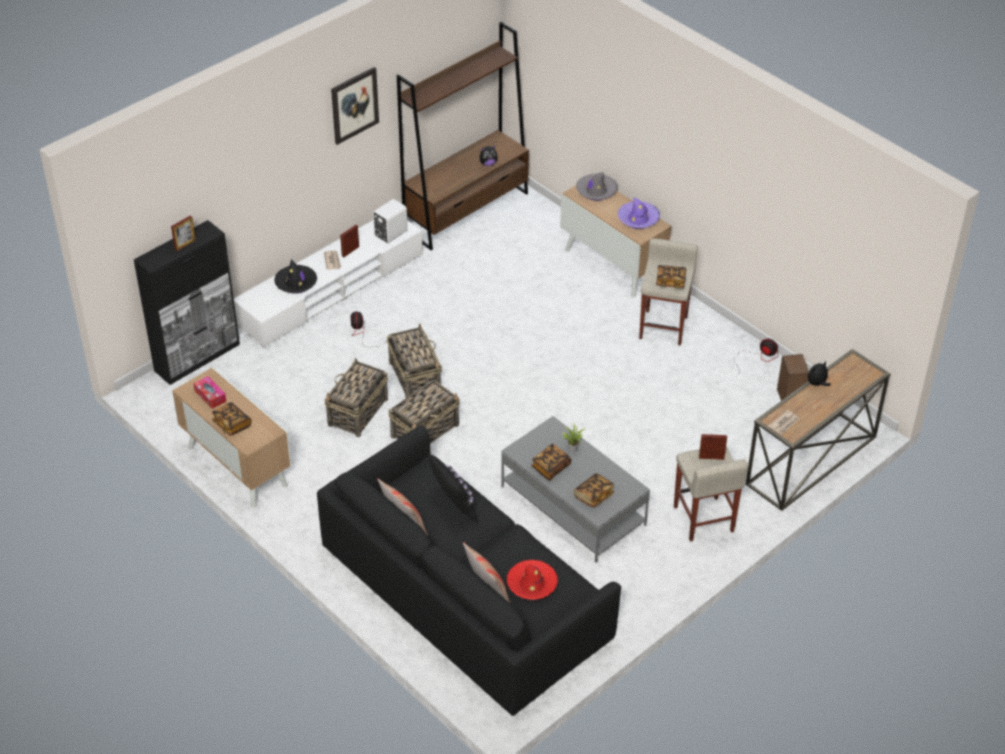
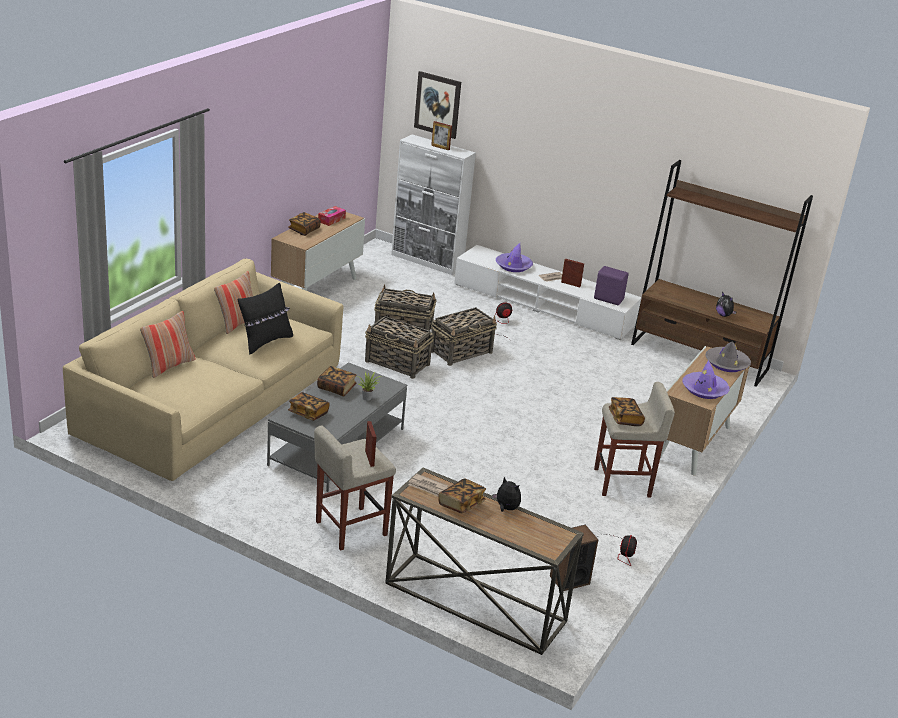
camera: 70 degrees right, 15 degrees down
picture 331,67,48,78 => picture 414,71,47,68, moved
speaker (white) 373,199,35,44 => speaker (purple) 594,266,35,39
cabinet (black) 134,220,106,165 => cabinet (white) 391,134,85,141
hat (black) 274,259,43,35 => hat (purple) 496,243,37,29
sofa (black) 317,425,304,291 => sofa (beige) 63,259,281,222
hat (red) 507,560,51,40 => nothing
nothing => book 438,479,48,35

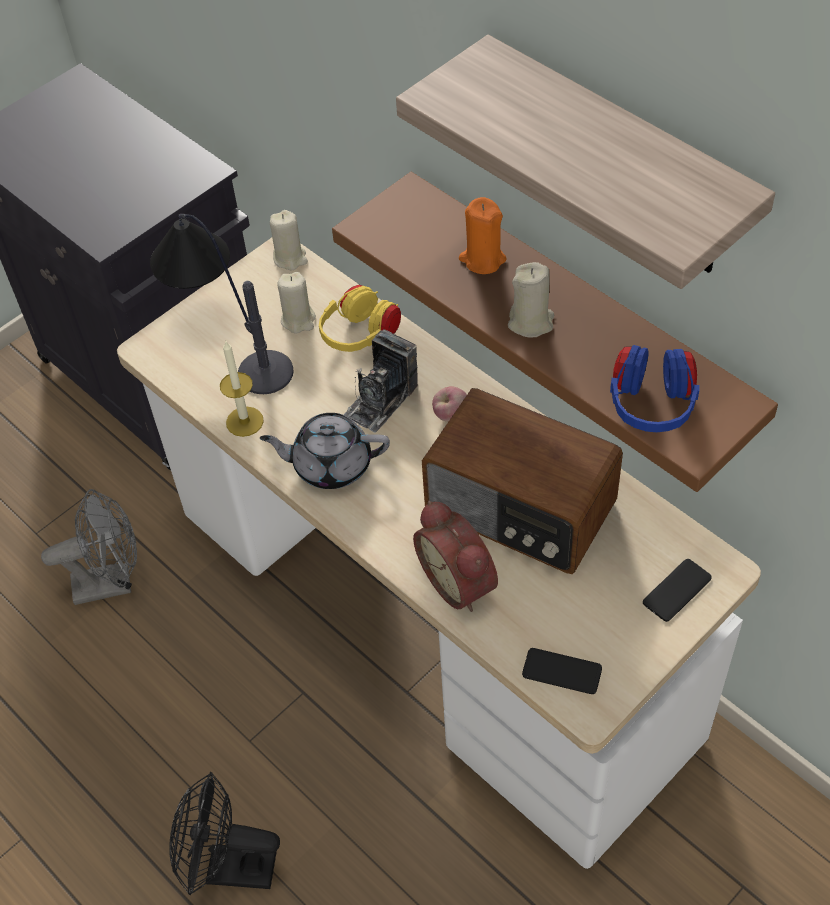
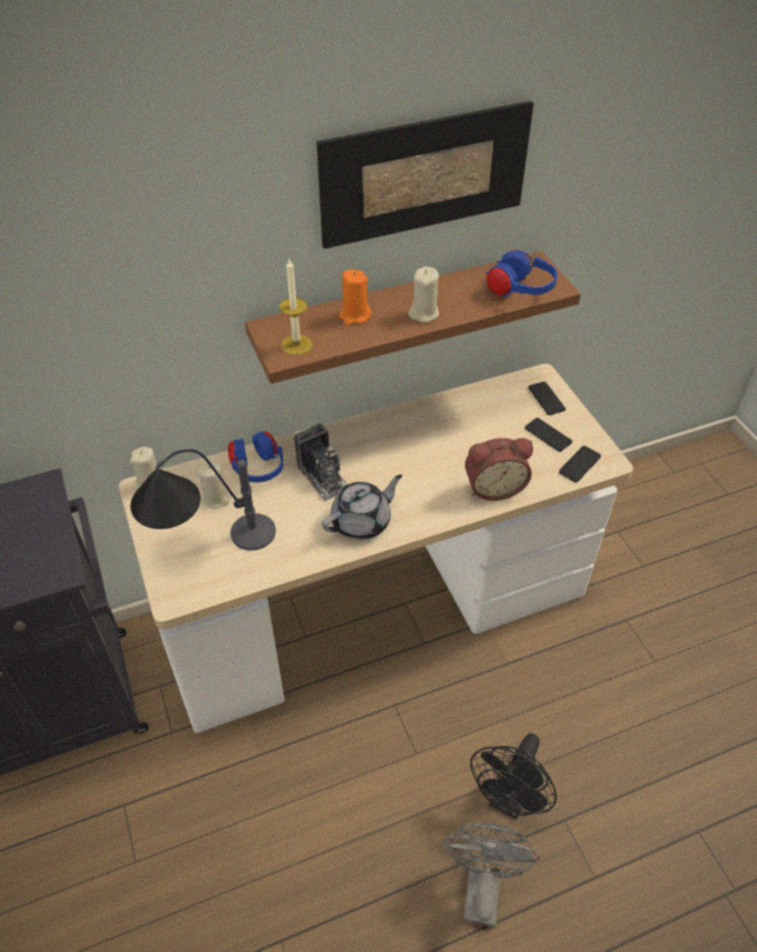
camera: 70 degrees left, 5 degrees down
shelf 396,35,379,254 => picture 317,101,217,148
headphones (yellow) 319,285,82,67 => headphones (blue) 228,431,55,51
candle 220,340,44,97 => candle 279,259,33,96, moved
apple 432,386,35,36 => nothing
radio 422,388,201,186 => nothing
teapot (grey) 260,413,130,76 => teapot (grey) 322,475,80,65, 150 degrees counterclockwise
fan (grey) 41,489,96,116 => fan (grey) 443,823,97,104, moved
nothing => phone 525,418,47,34

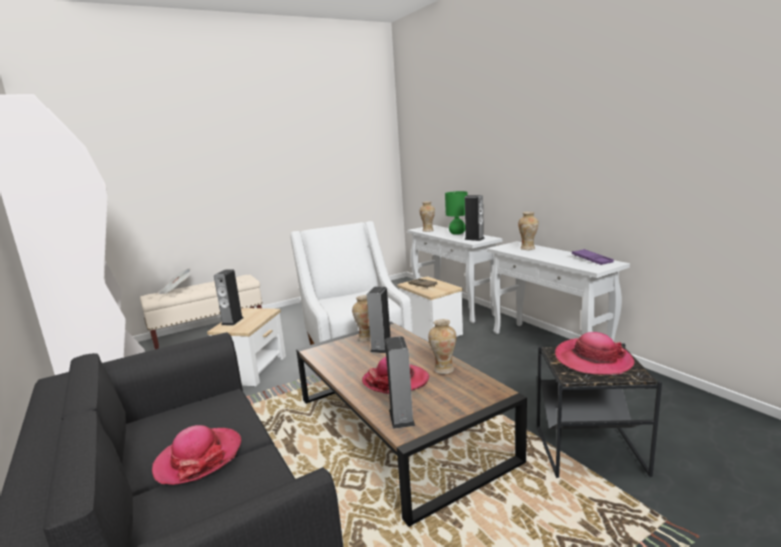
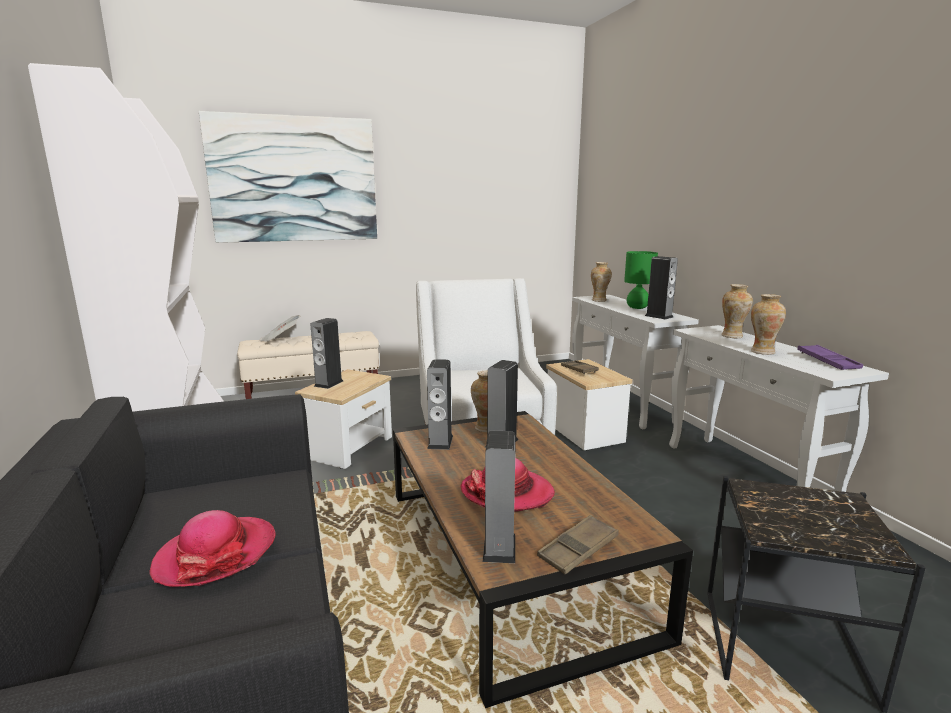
camera: 10 degrees right, 0 degrees up
vase 428,319,28,55 => vase 751,294,35,61, moved
hat 555,332,80,43 => nothing
nothing => picture 199,111,178,132
nothing => speaker 427,359,26,91
nothing => tray (brown) 537,515,82,60

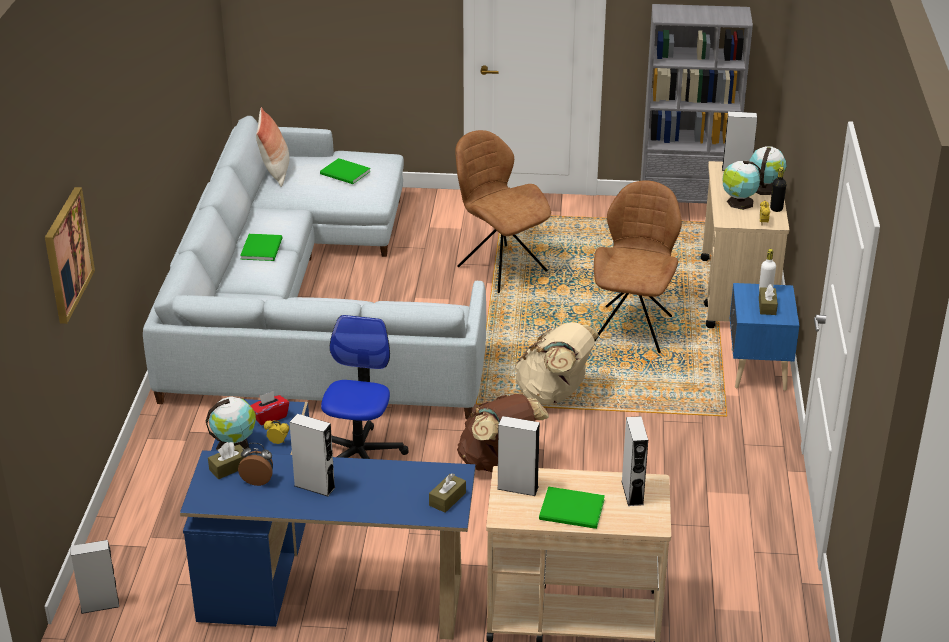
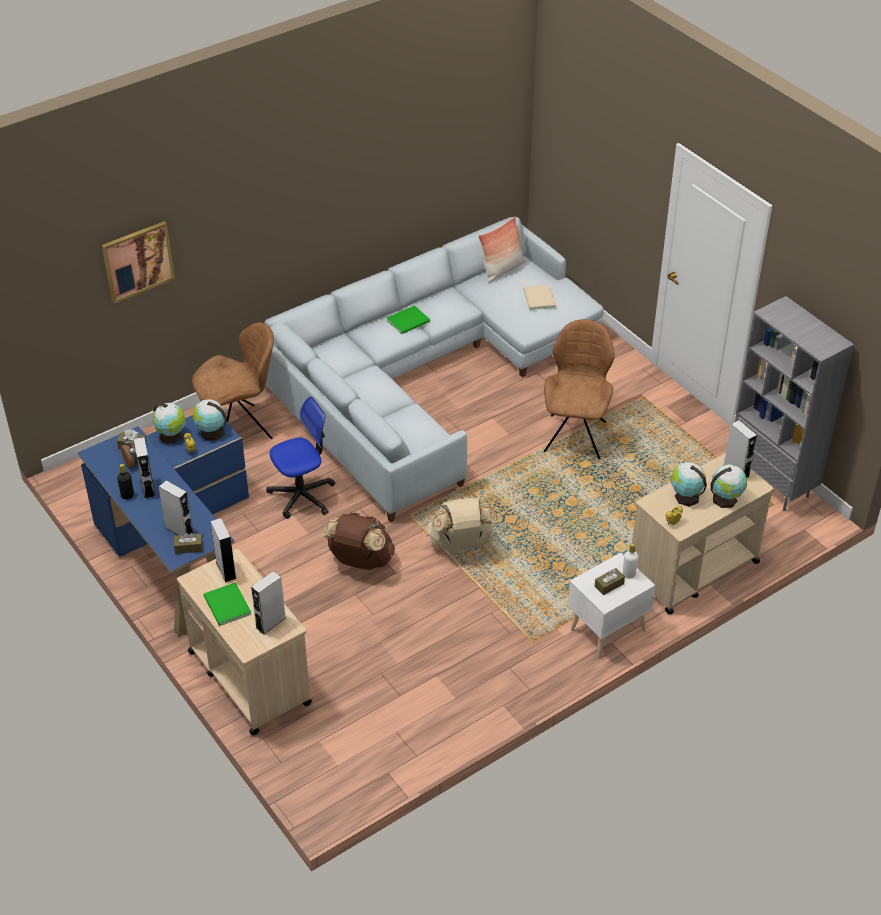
camera: 50 degrees right, 10 degrees up
book (green) 320,158,51,26 => book (beige) 523,284,33,26
bottle (black) 770,167,17,45 => bottle (black) 117,464,17,36, moved
chair (brown) 594,181,88,172 => chair (brown) 192,323,82,116, moved
nightstand (blue) 730,283,69,108 => nightstand (white) 568,553,87,105
tissue box (red) 250,391,39,35 => globe 192,399,35,42
speaker (grey) 70,540,49,74 => speaker (grey) 159,481,35,54, moved

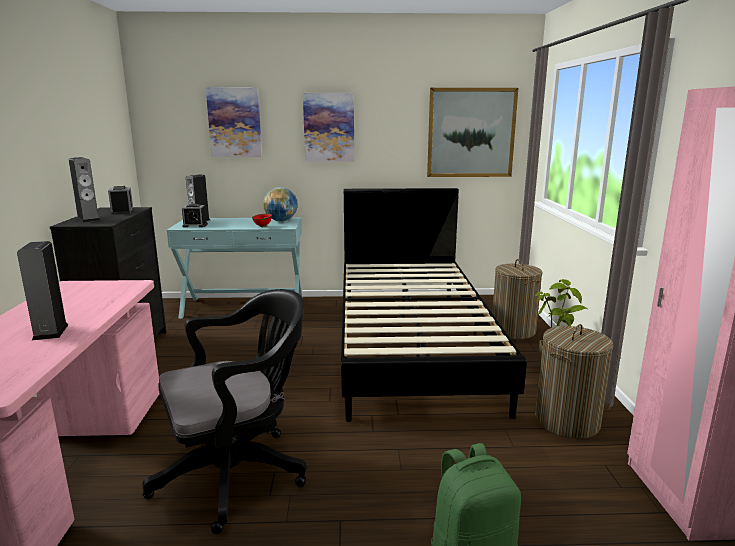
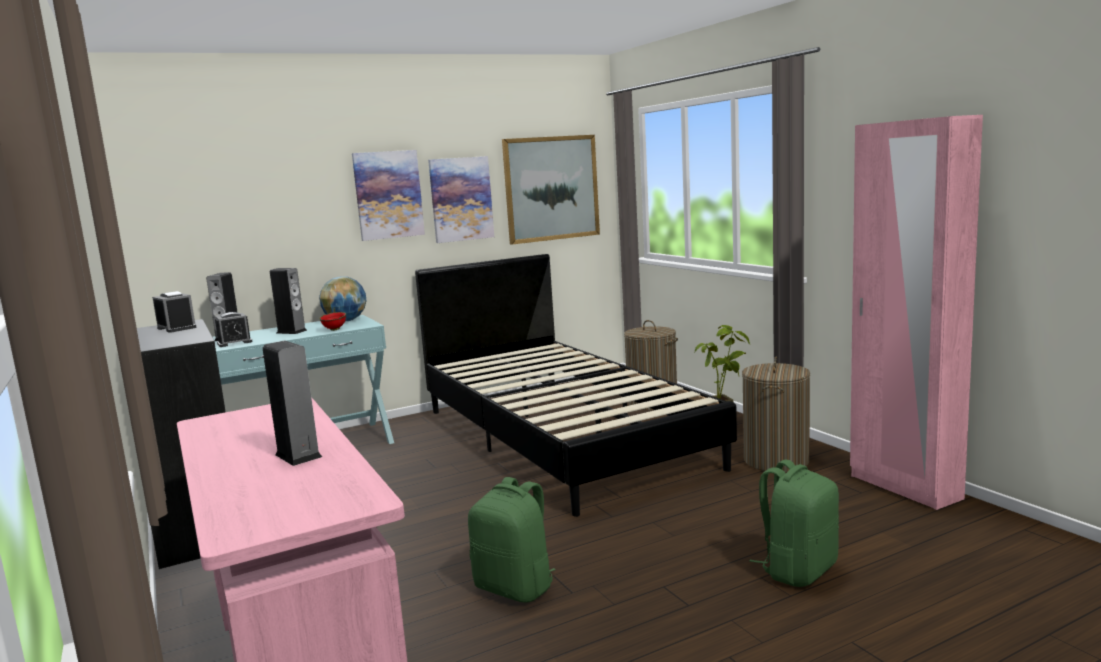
camera: 25 degrees left, 5 degrees down
picture 206,87,56,70 => picture 428,156,66,87, moved
speaker 69,157,31,66 => speaker 270,268,37,66, moved
office chair (black) 142,289,165,245 => backpack (green) 468,477,88,126

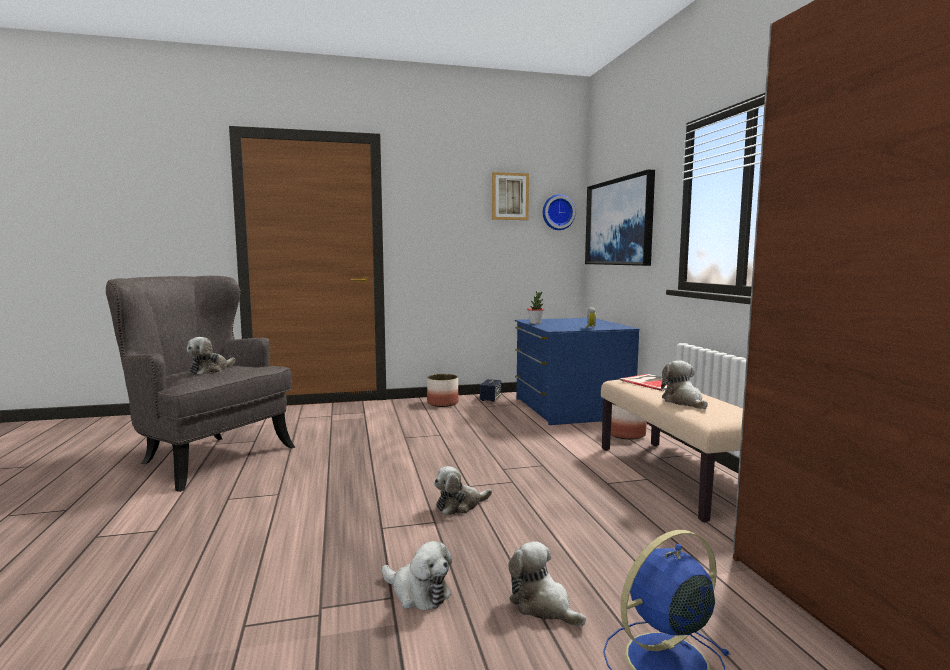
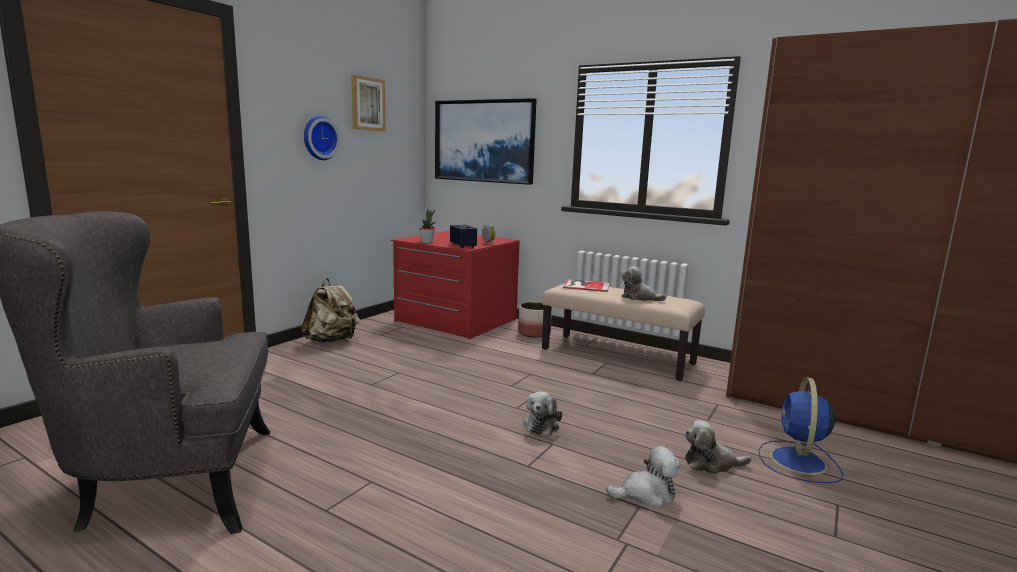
camera: 45 degrees left, 5 degrees up
wall clock 543,194,33,36 => wall clock 304,116,36,44, moved
dresser (blue) 515,318,124,107 => dresser (red) 391,231,129,108
plush toy 187,337,48,38 => nothing
planter 427,374,32,33 => backpack (beige) 301,278,59,65
speaker 480,379,21,23 => speaker 450,225,27,23, moved

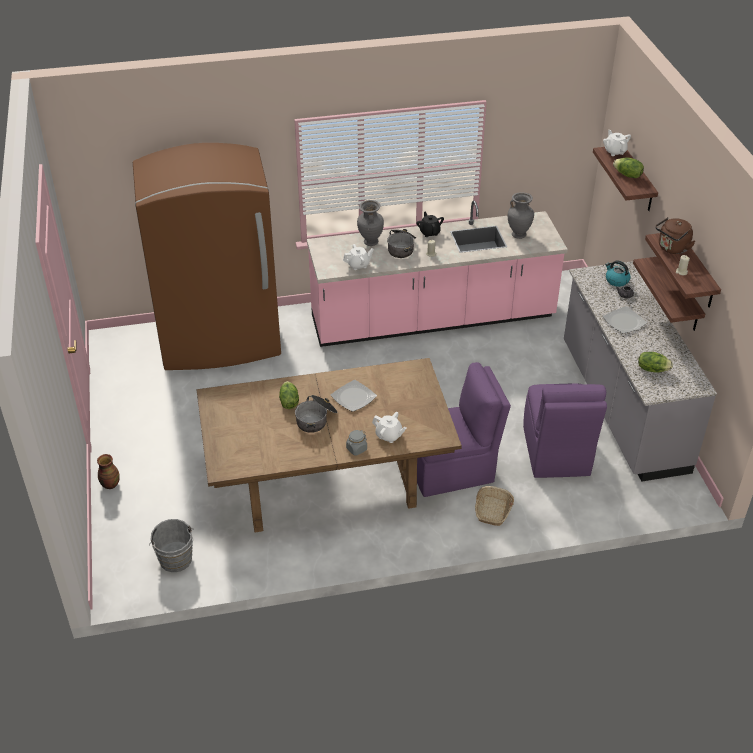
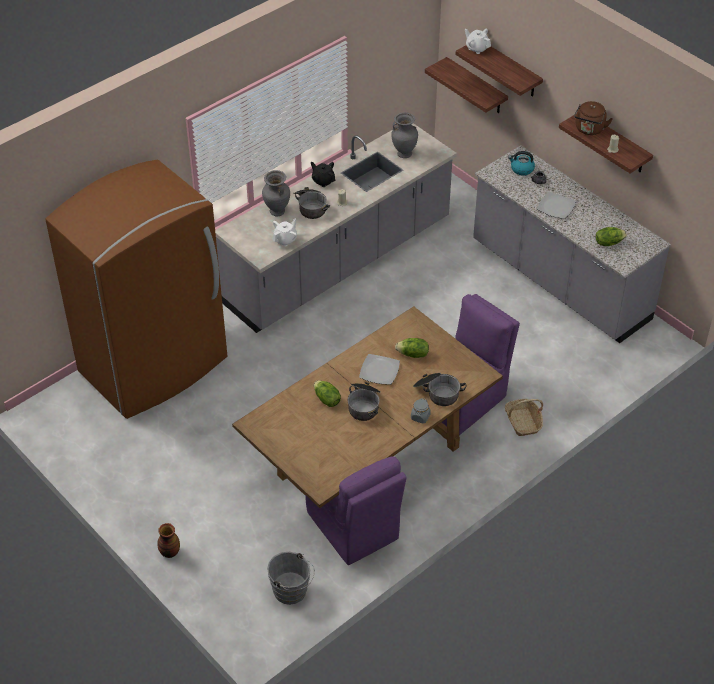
camera: 30 degrees left, 5 degrees up
lettuce 613,157,31,21 => lettuce 395,338,34,20, moved
counter (pink) 307,200,261,147 => counter (grey) 215,123,242,210
shelf 633,257,72,74 => shelf 425,57,83,56, moved
chair (purple) 523,383,84,95 => chair (purple) 305,456,102,109, moved
teapot (white) 372,412,35,31 => cooking pot 413,373,53,33

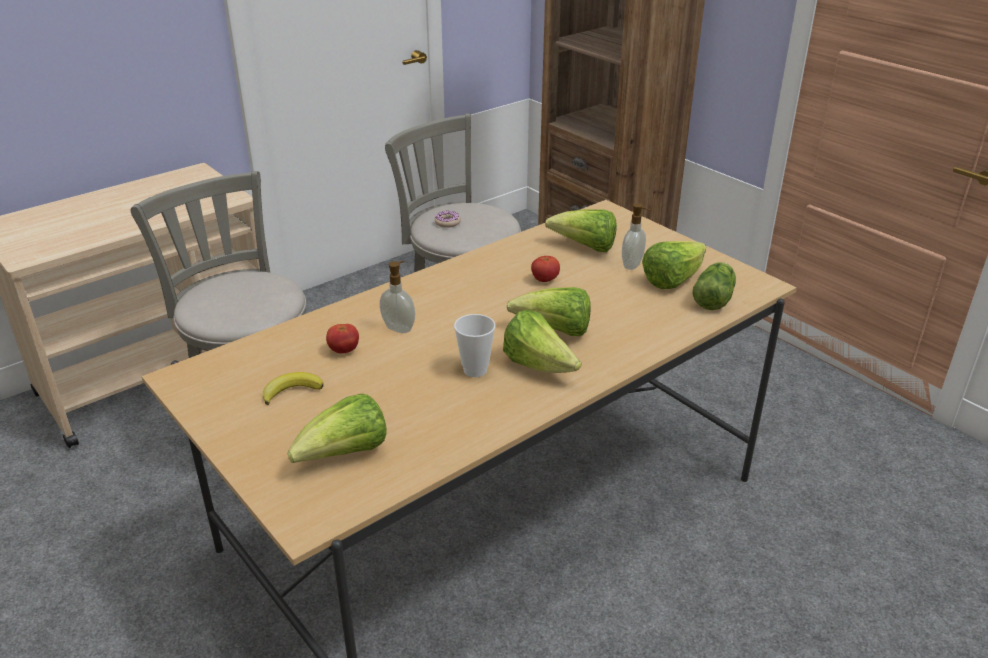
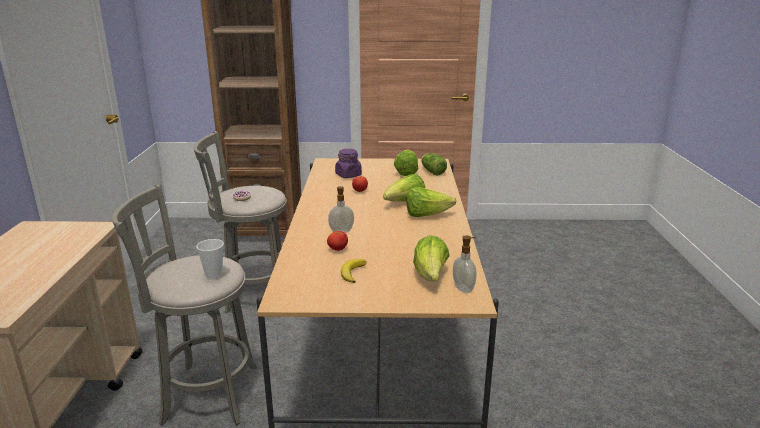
camera: 50 degrees left, 10 degrees down
soap dispenser 622,203,28,67 => soap dispenser 453,235,24,58, moved
lettuce 545,209,72,43 => jar (purple) 335,149,27,29
cup 454,314,42,63 => cup 196,239,28,41, moved

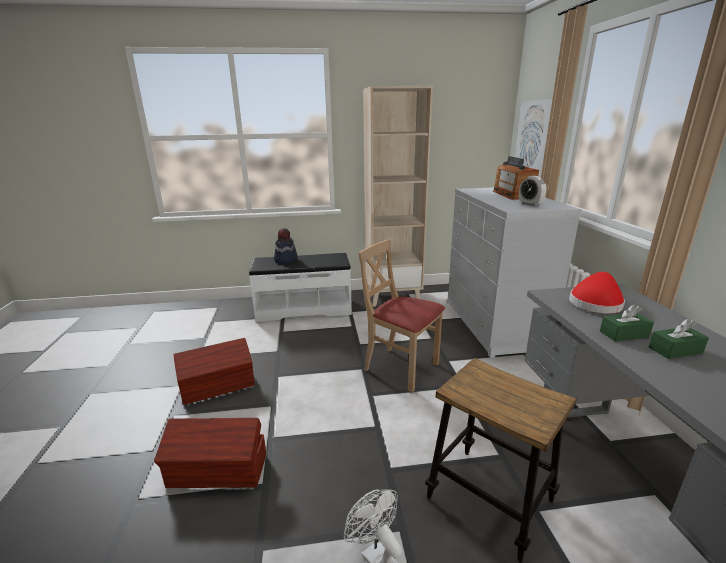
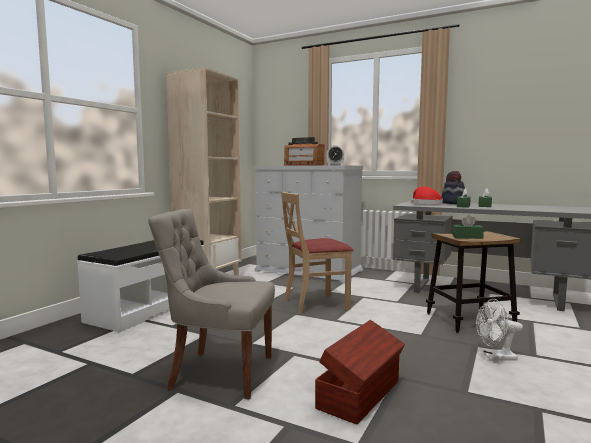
camera: 55 degrees left, 15 degrees down
picture 515,99,37,77 => nothing
hat 274,228,24,36 => hat 441,171,26,33, moved
storage box (brown) 174,338,81,67 => chair (grey) 148,209,127,190
nothing => tissue box (green) 452,215,32,24

